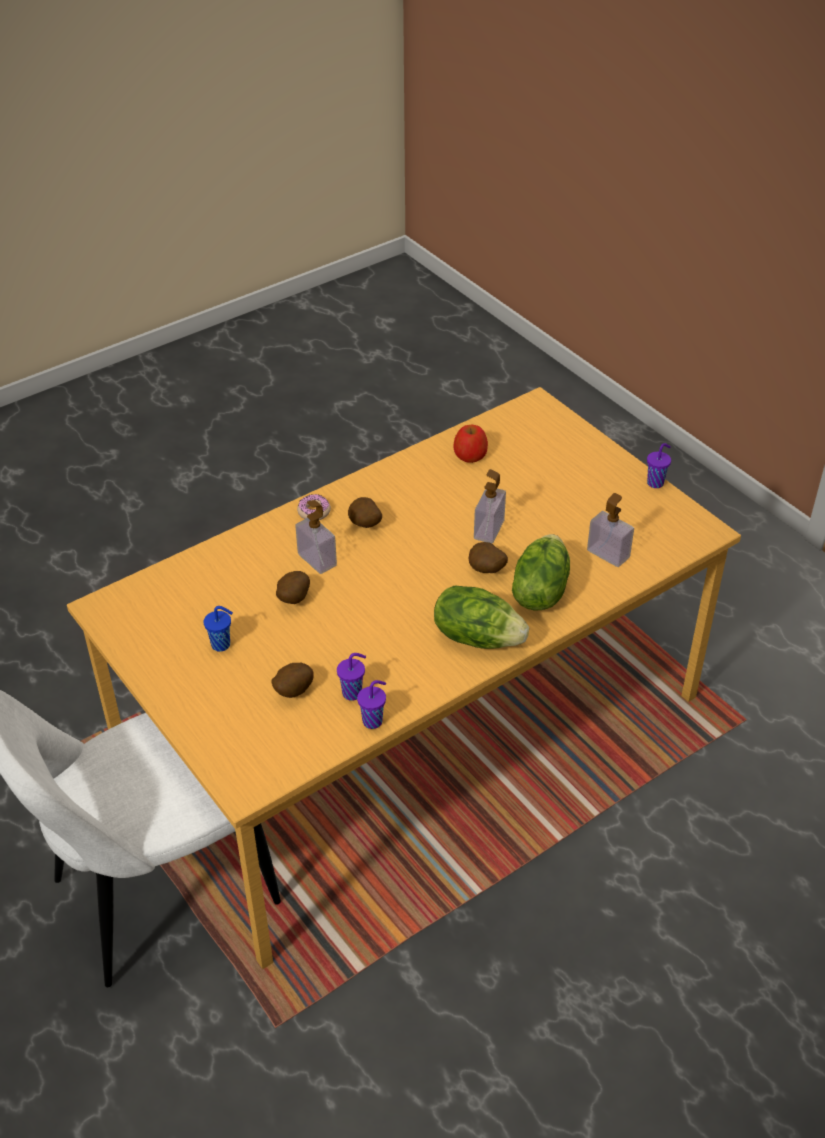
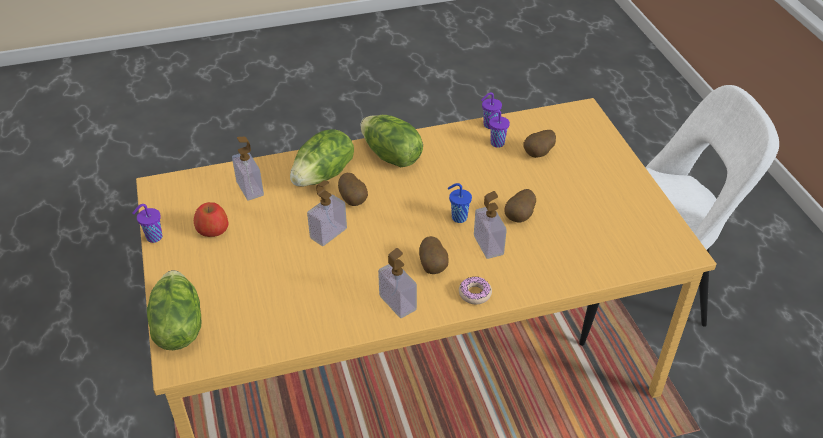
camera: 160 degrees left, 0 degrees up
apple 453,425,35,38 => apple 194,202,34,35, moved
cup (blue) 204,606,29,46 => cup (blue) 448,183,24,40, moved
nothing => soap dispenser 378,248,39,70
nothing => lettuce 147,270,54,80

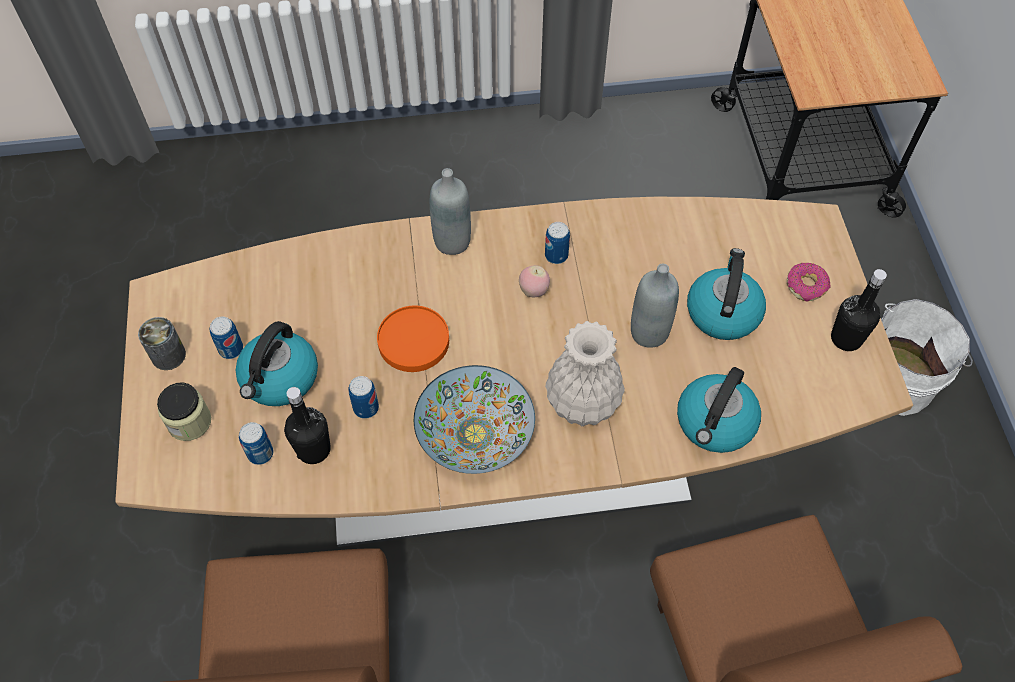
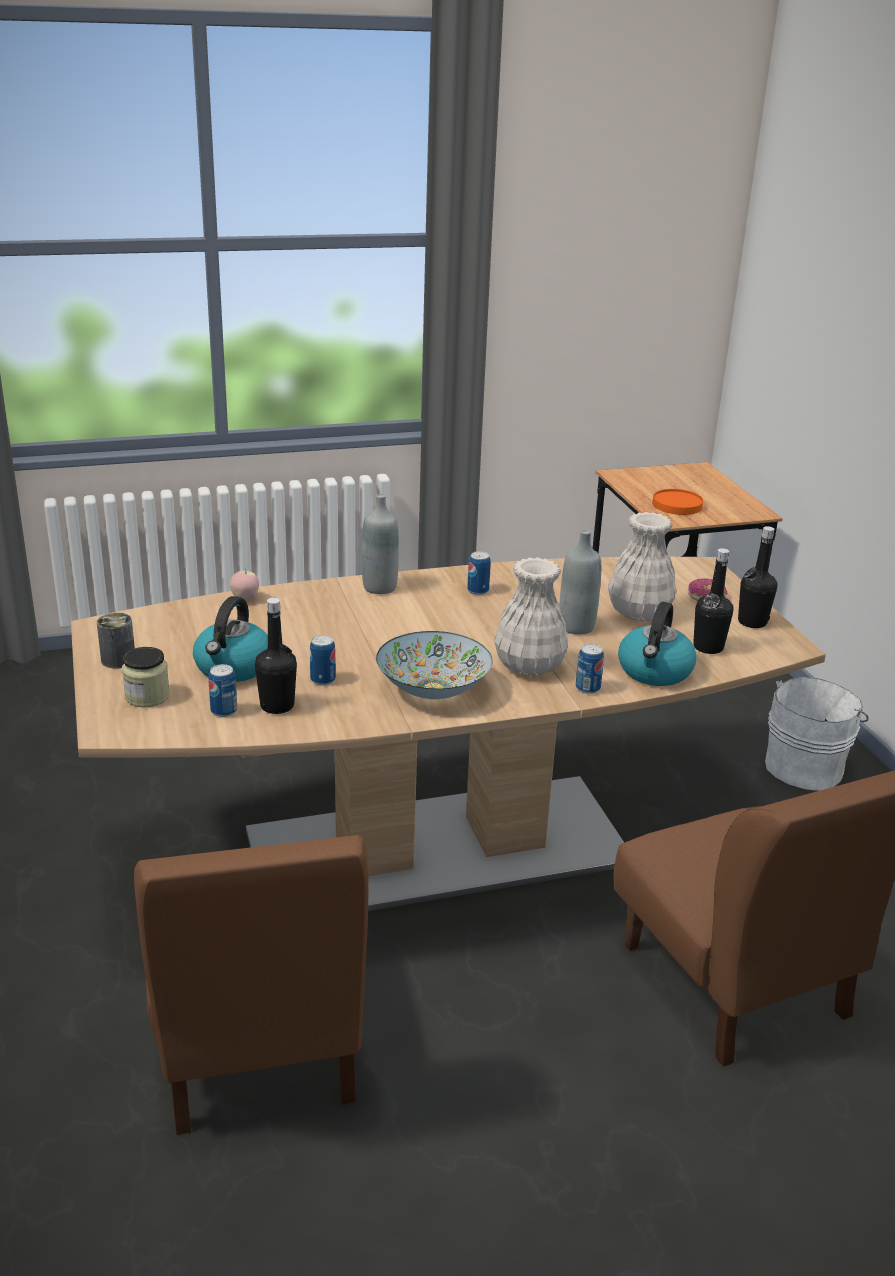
camera: 10 degrees left, 30 degrees down
kettle 687,248,79,92 => vase (white) 608,512,69,110
apple 519,265,31,33 => apple 230,569,29,32, moved
plate (orange) 377,306,72,66 => plate (orange) 652,489,51,26, moved
can 210,317,33,42 => can 576,644,28,50, moved
nothing => bottle (black) 693,548,40,106

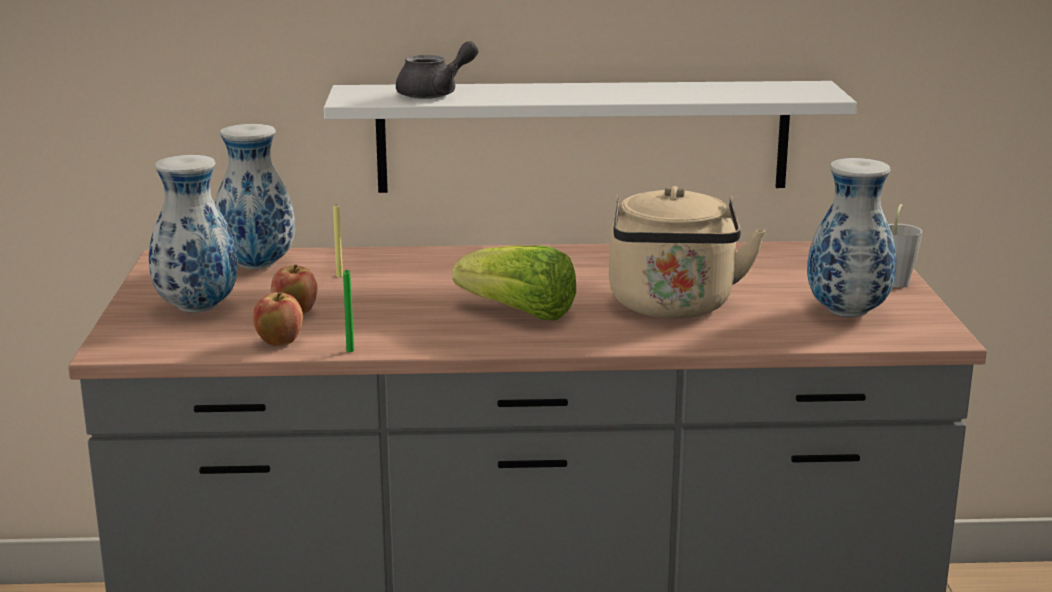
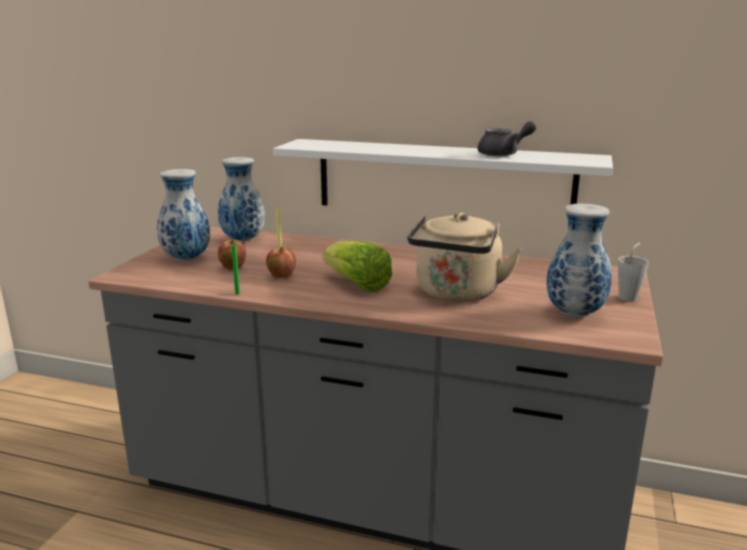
camera: 20 degrees right, 0 degrees up
teapot (grey) 396,41,82,58 => teapot (grey) 478,121,58,35, moved
apple 253,292,50,54 => apple 266,247,30,32, moved

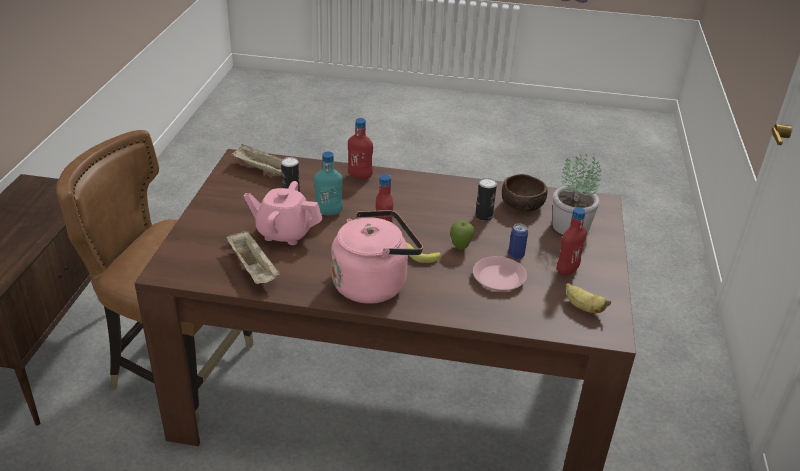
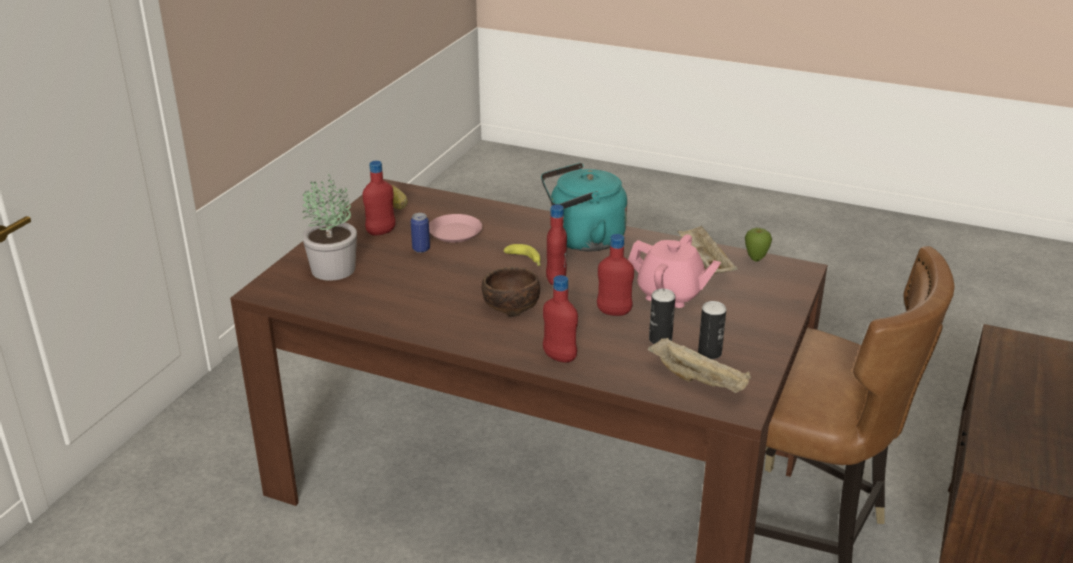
camera: 165 degrees left, 5 degrees down
bottle (turquoise) 314,151,29,64 => bottle (red) 597,234,37,82
bowl (brown) 502,174,46,40 => bowl (brown) 482,267,58,49, moved
can 475,178,22,43 => can 698,301,28,58, moved
kettle (pink) 331,210,92,94 => kettle (turquoise) 541,163,86,89
apple 450,221,25,29 => apple 745,228,27,34, moved

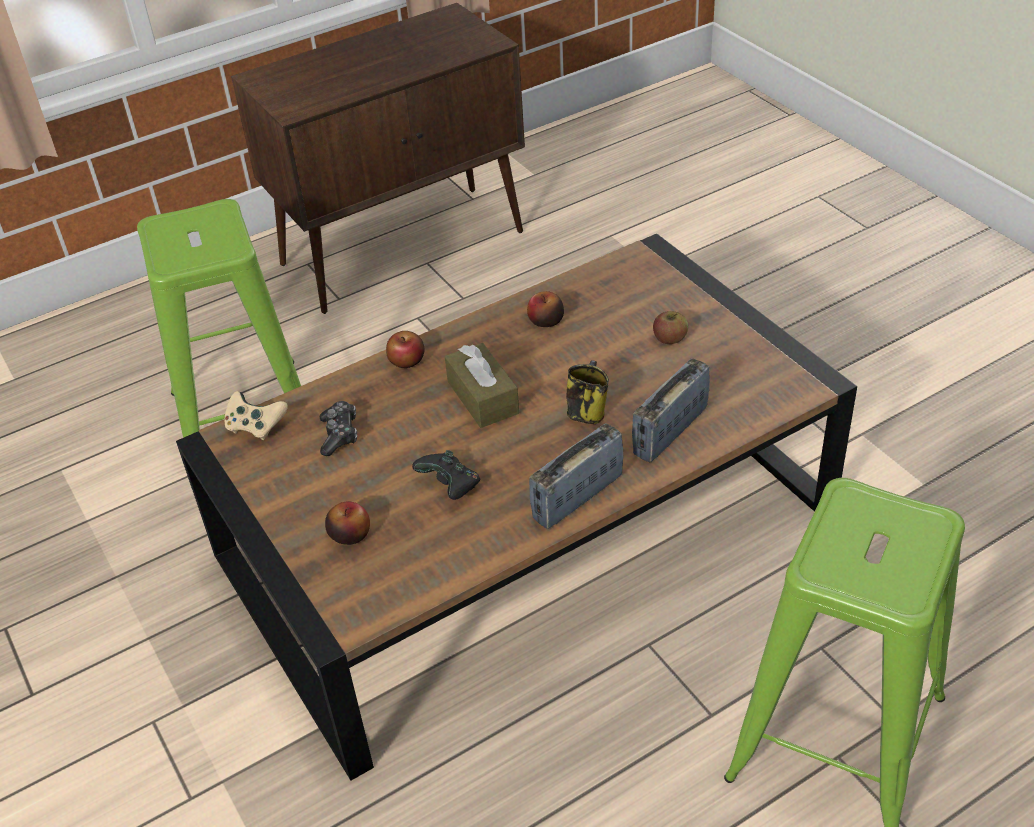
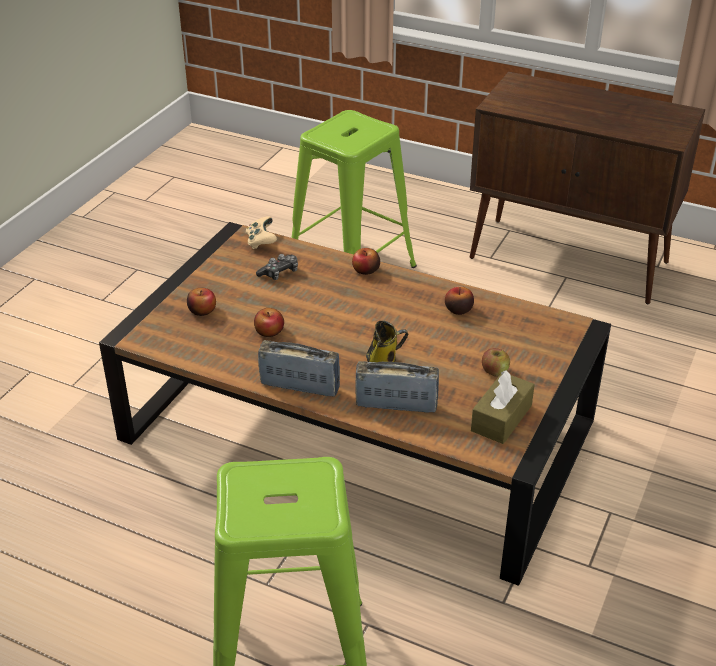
camera: 55 degrees right, 5 degrees down
tissue box (brown) 445,343,74,85 => tissue box (brown) 471,370,64,74, moved
game controller (black) 412,450,69,50 => apple 254,308,30,29

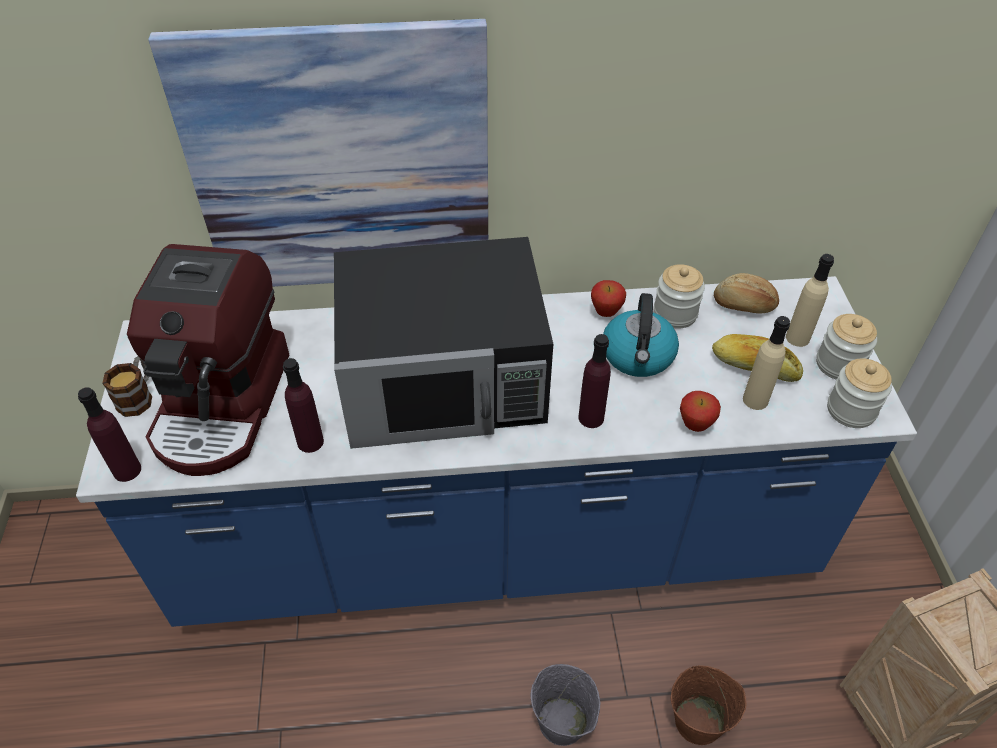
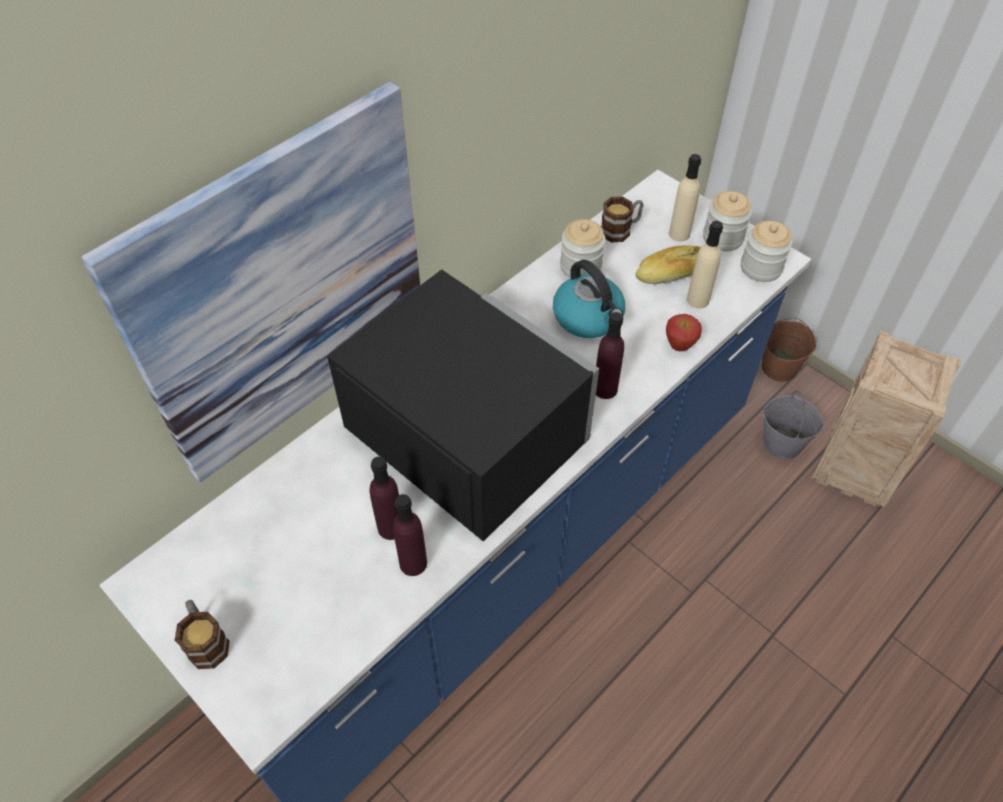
camera: 40 degrees left, 5 degrees up
microwave (black) 334,237,219,212 => microwave (black) 327,269,272,272, 90 degrees counterclockwise
coffee machine 127,244,162,232 => nothing
bread 714,273,65,41 => mug 601,197,43,45
apple 591,280,35,37 => nothing
bottle (purple) 78,387,63,95 => bottle (purple) 370,457,29,83, moved
bucket (grey) 531,664,69,82 => bucket (grey) 763,391,62,69, moved
bucket (brown) 670,665,77,80 => bucket (brown) 762,318,54,64, moved

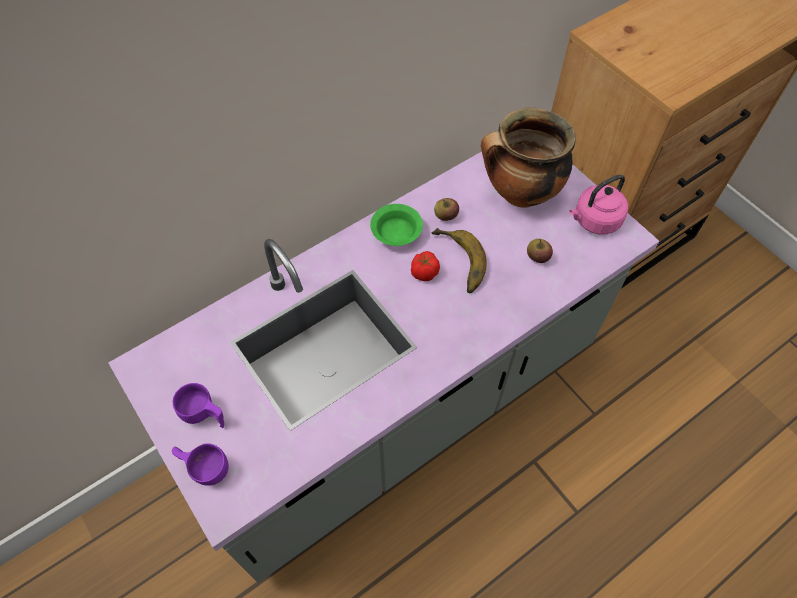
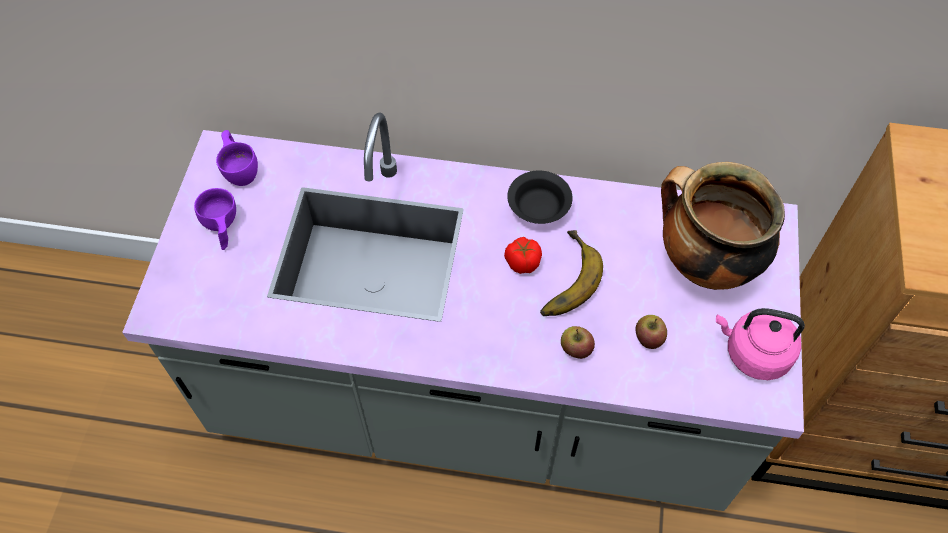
camera: 45 degrees right, 0 degrees up
apple 434,198,25,23 => apple 561,326,34,33, moved
bowl (green) 370,204,53,42 => bowl (black) 507,171,66,53
cup (purple) 172,443,56,43 => cup (purple) 216,130,42,56, moved

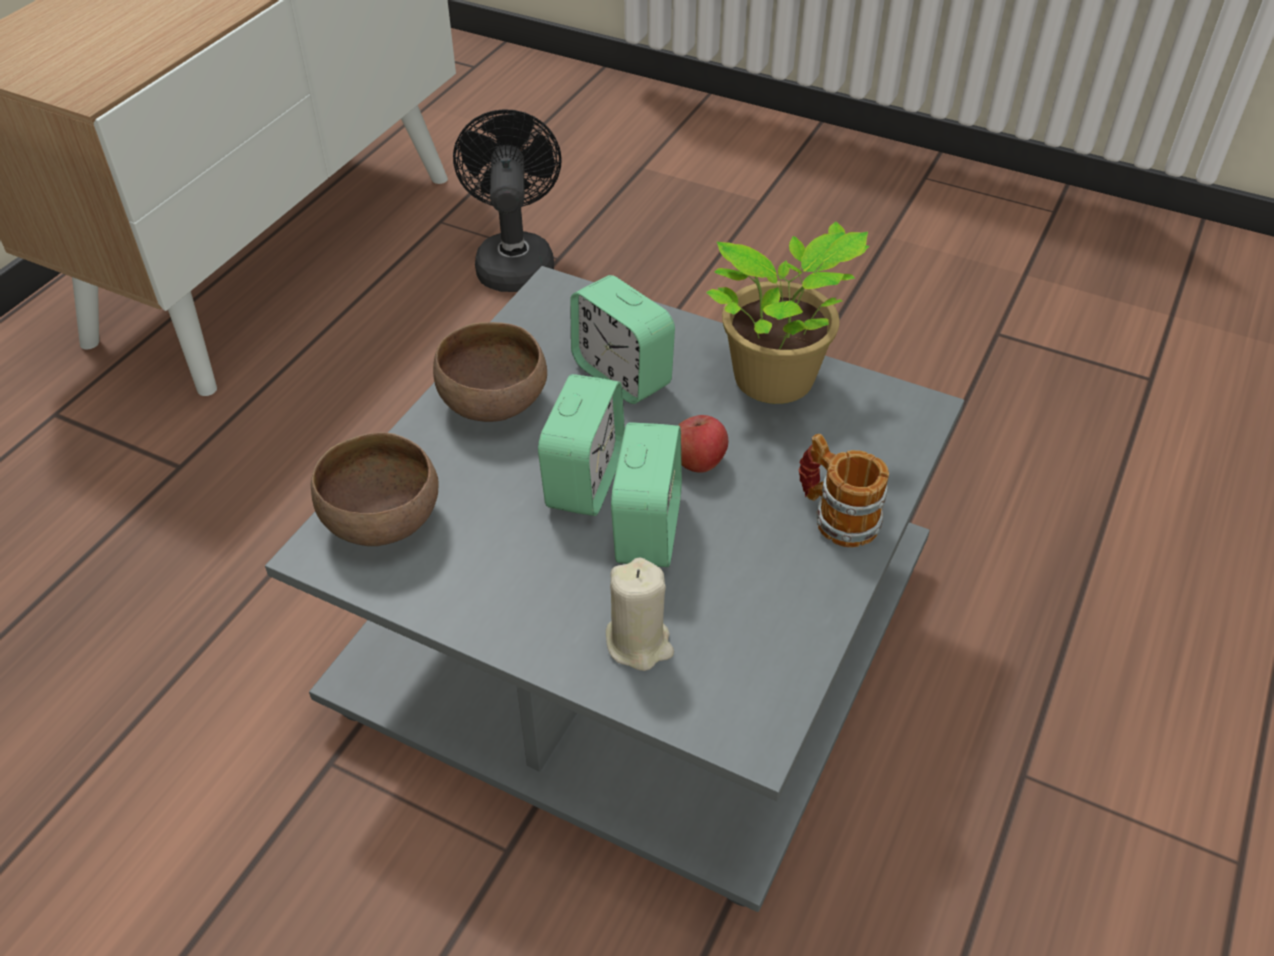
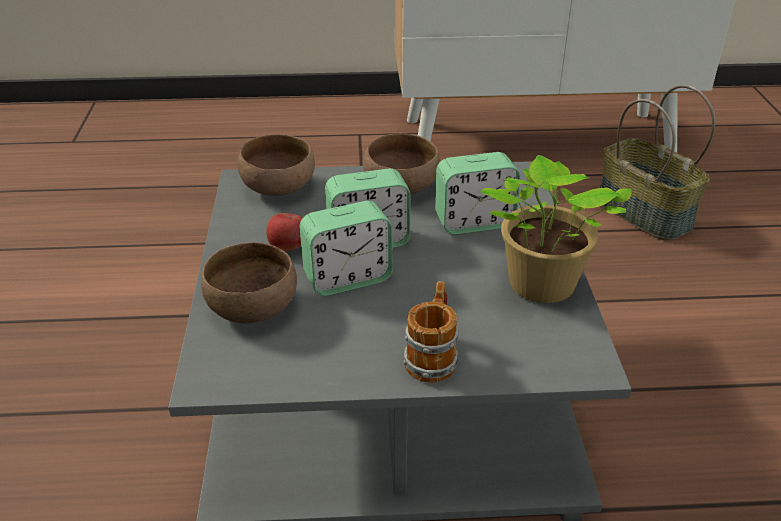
camera: 60 degrees right, 10 degrees down
fan (black) 453,109,109,183 => basket 600,85,115,155
alarm clock 570,275,105,129 => alarm clock 435,152,85,83, 120 degrees counterclockwise
apple 678,415,50,58 => apple 266,213,36,38, moved
candle (beige) 606,557,68,114 => bowl (brown) 201,242,96,81

